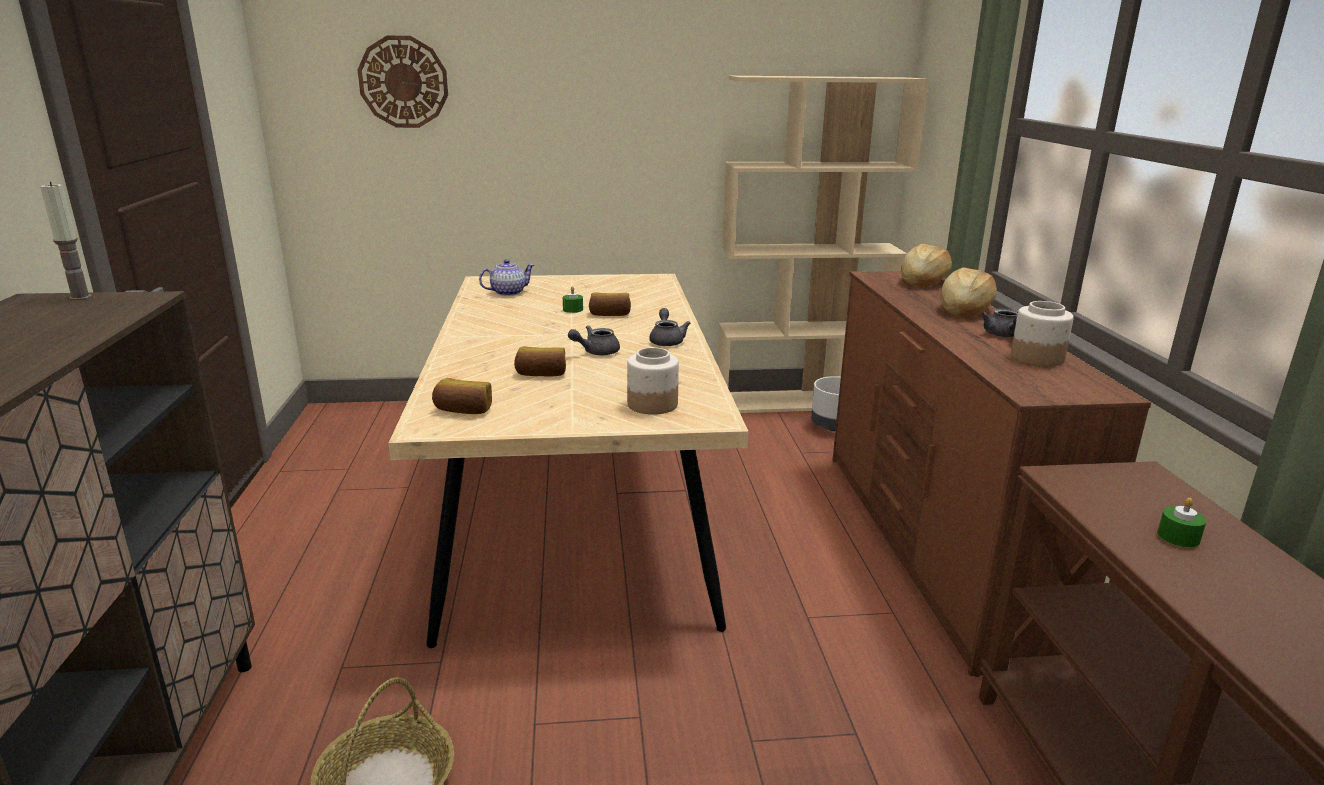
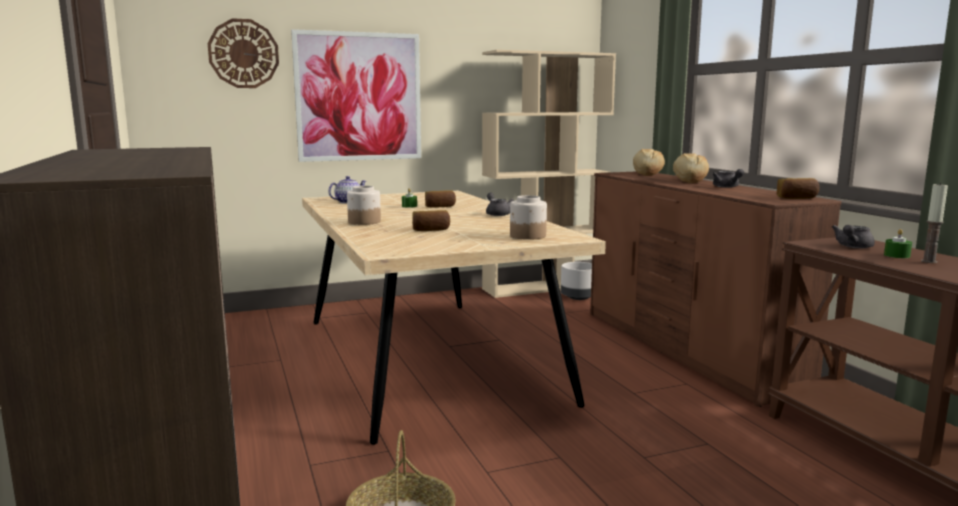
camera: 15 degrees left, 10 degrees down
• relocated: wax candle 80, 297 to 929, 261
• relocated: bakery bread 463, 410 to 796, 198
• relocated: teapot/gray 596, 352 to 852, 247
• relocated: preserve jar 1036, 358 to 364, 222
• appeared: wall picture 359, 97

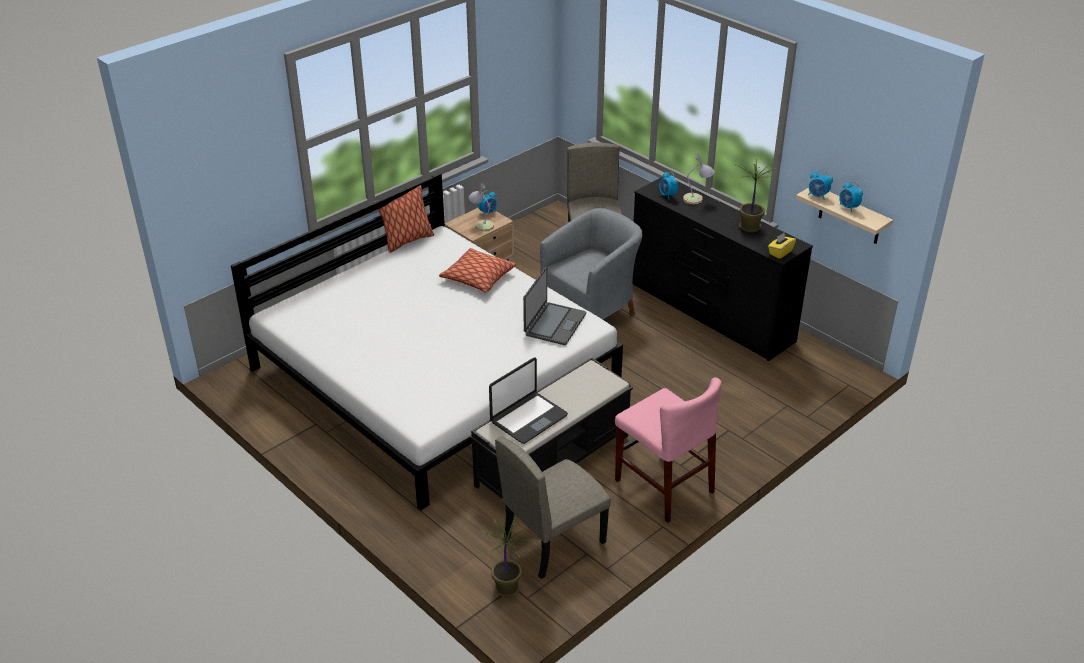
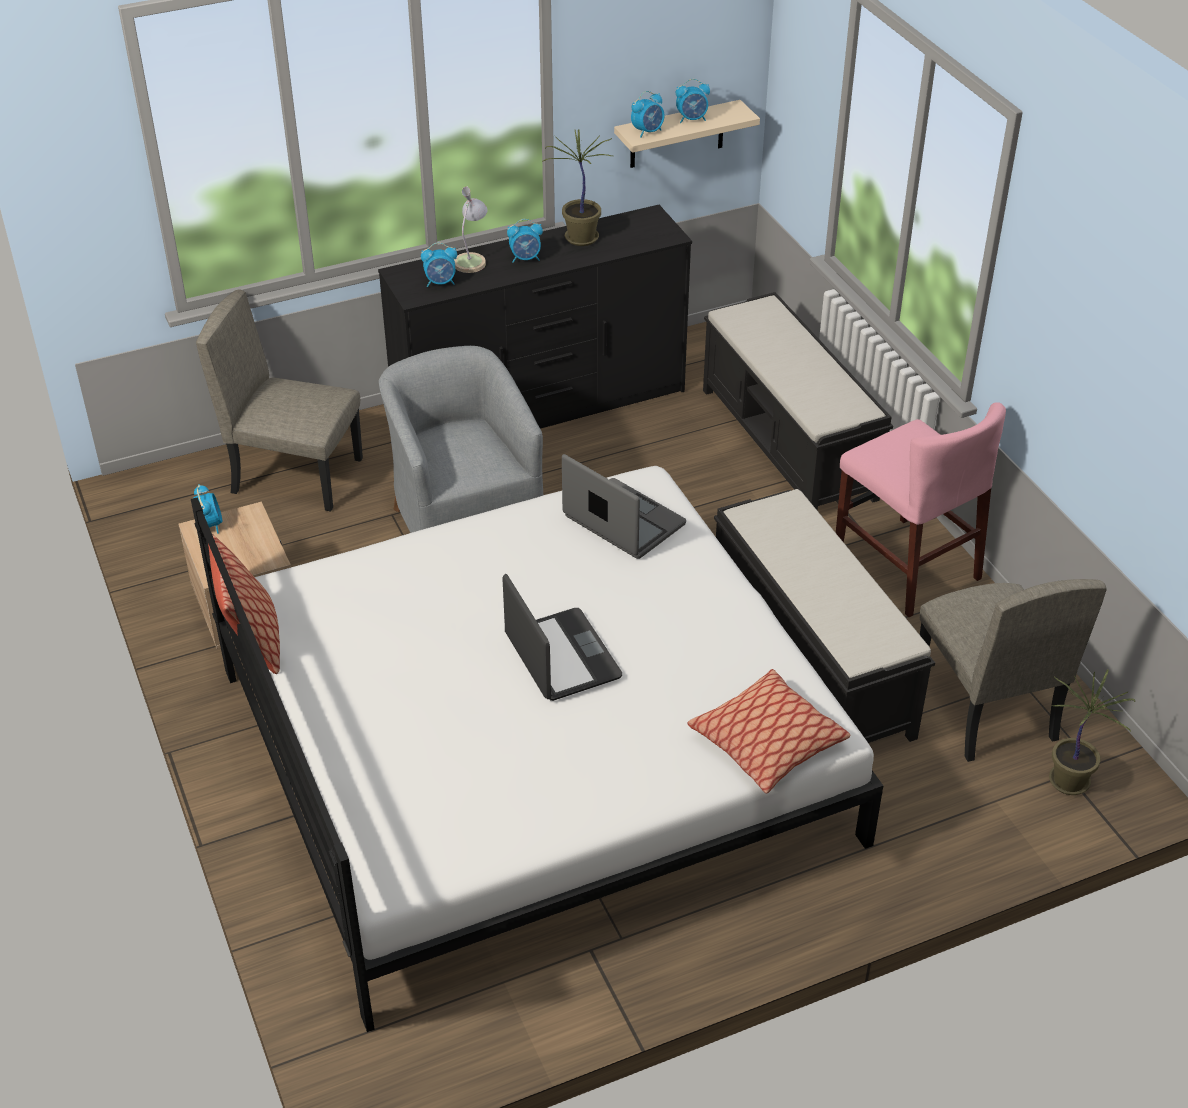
camera: 70 degrees left, 5 degrees up
• relocated: pillow 478, 277 to 767, 742
• missing: table lamp 481, 224
• relocated: portable computer 528, 418 to 561, 657
• spun: upright chair/pinkish 664, 486 = 906, 566 75 degrees clockwise
• missing: box of tissues/yellowish 780, 252
• appeared: table clock 525, 258
• appeared: bench/blackish 789, 444

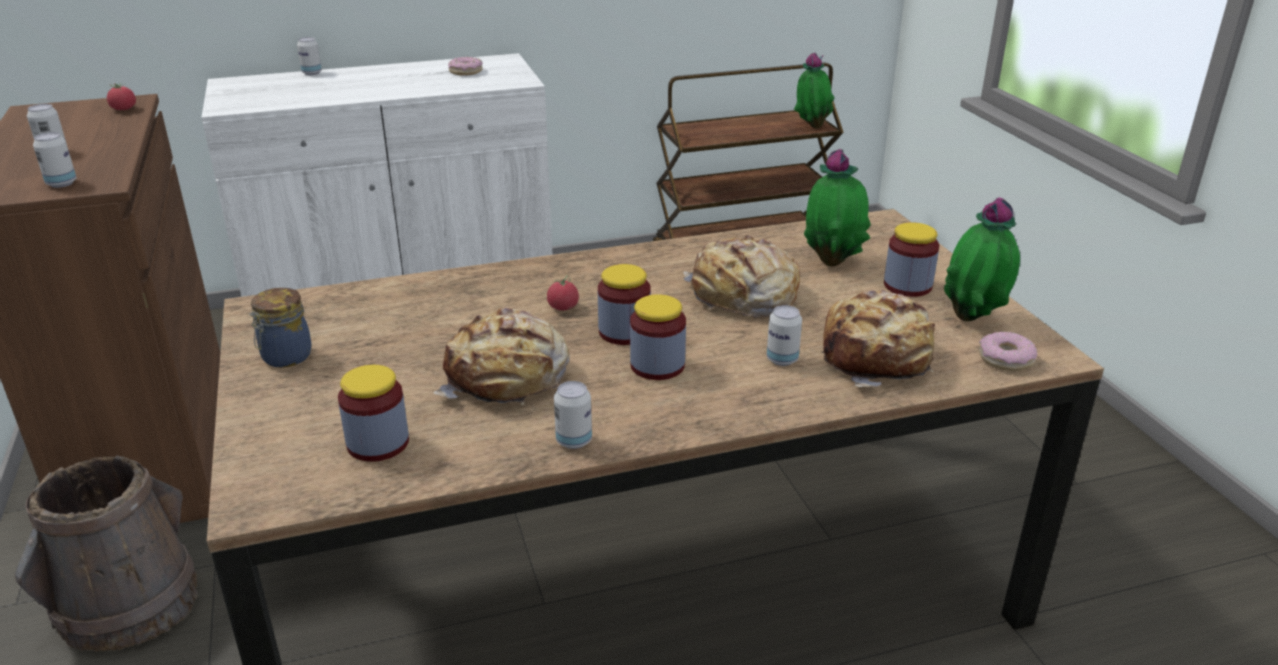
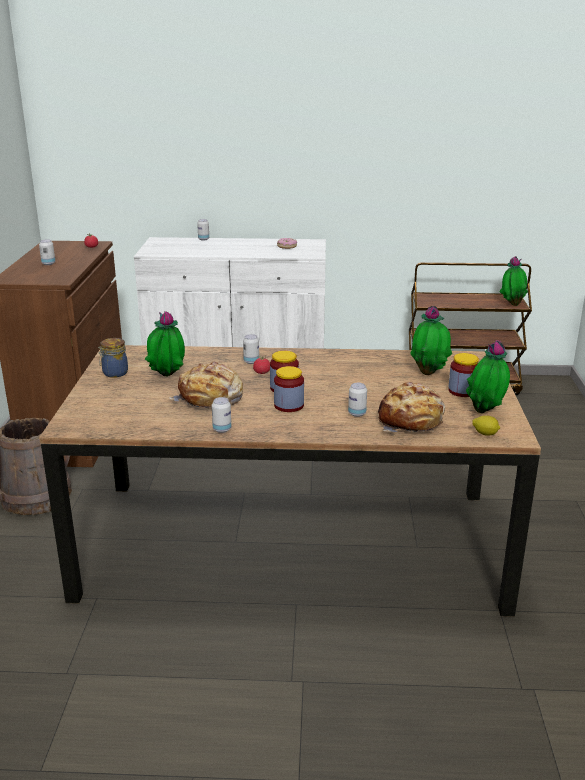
camera: 20 degrees right, 5 degrees down
• relocated: can 61, 183 to 251, 361
• missing: preserve jar 378, 443
• missing: bakery bread 743, 296
• exchanged: ring doughnut 1006, 359 to whole lemon 485, 434
• appeared: plant in a pot 167, 378

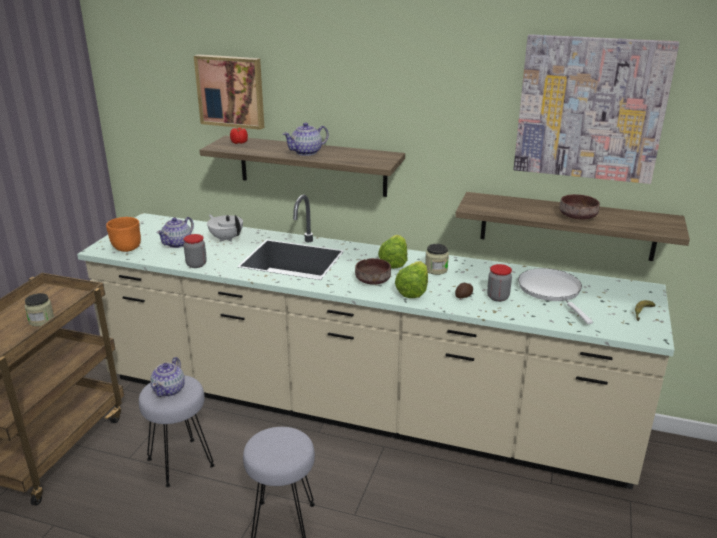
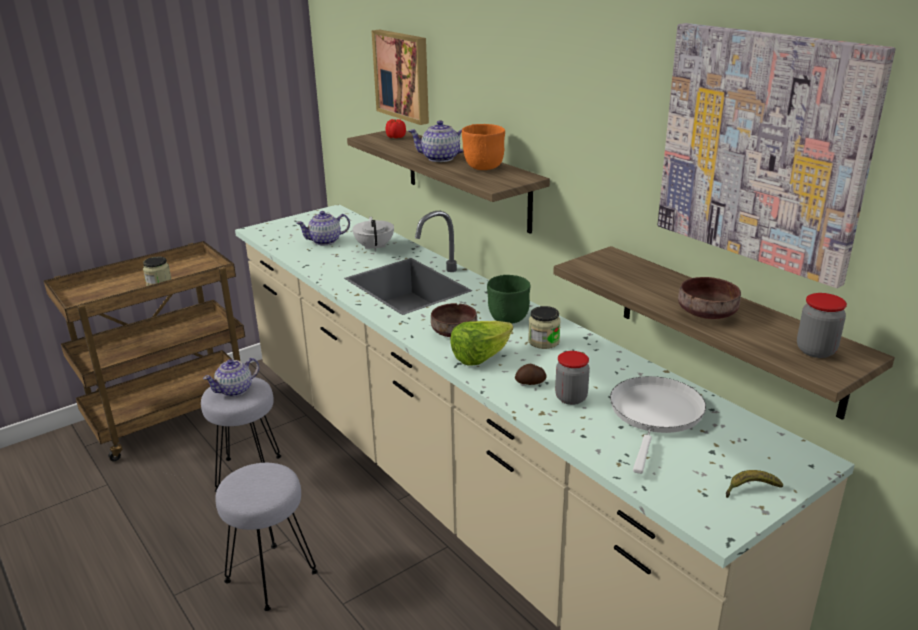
camera: 35 degrees right, 0 degrees up
• relocated: bowl/orangey 126, 248 to 482, 167
• relocated: preserve jar 196, 264 to 815, 350
• exchanged: lettuce head 394, 262 to bowl/green 507, 318

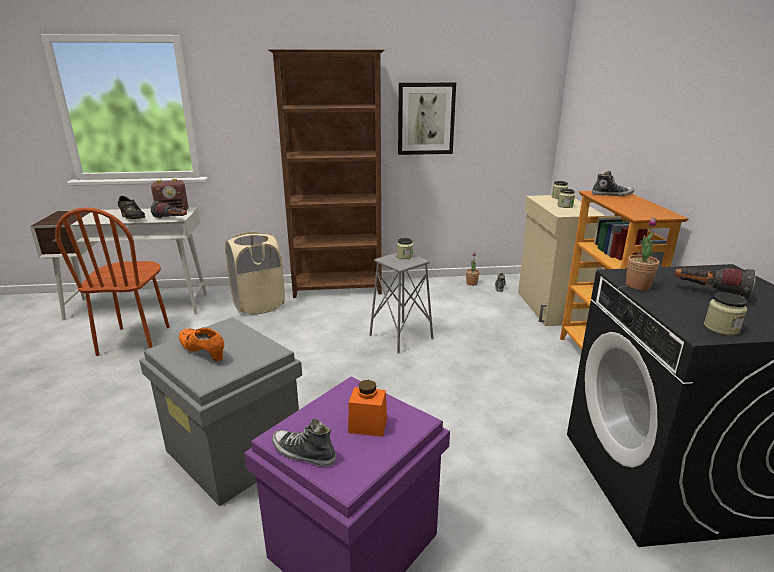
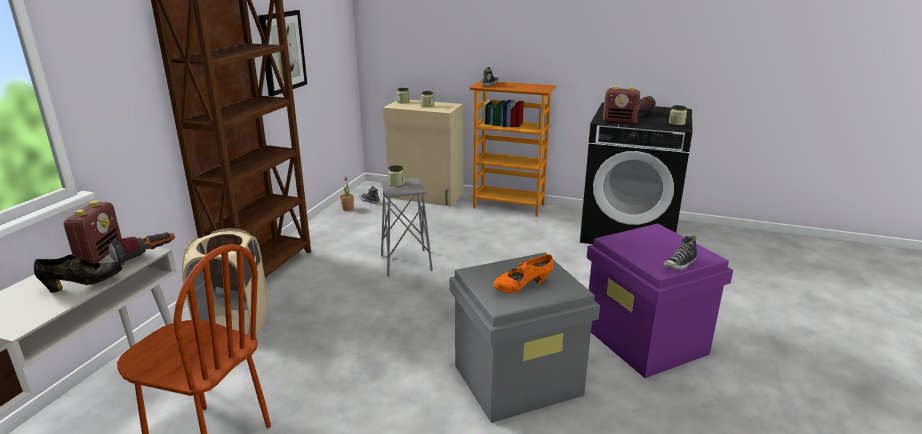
camera: 65 degrees left, 0 degrees up
• missing: preserve jar/orangey 368, 425
• exchanged: plant in a pot 638, 285 to radio set 620, 121

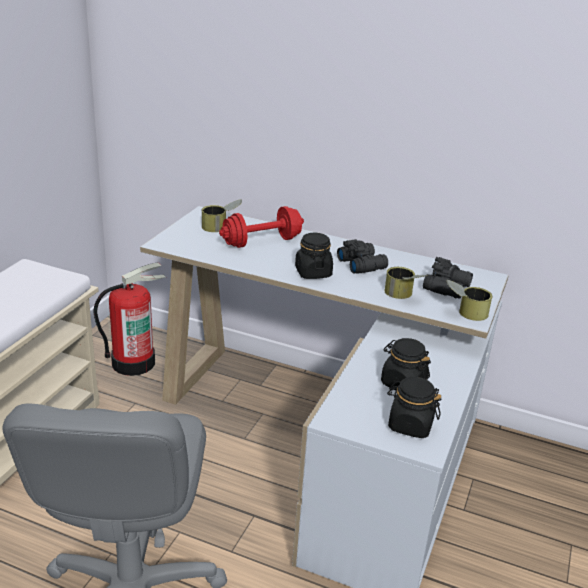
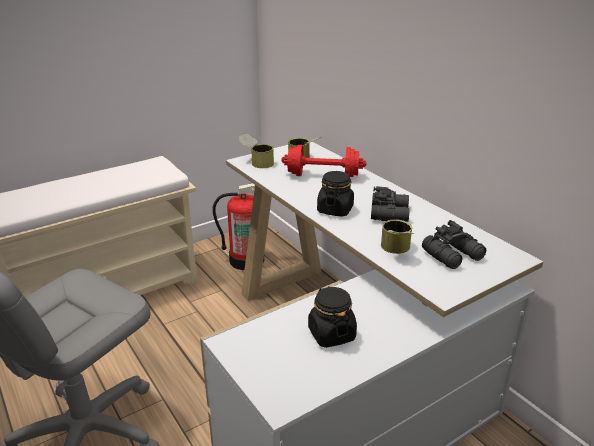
camera: 35 degrees right, 0 degrees up
• missing: preserve jar/blackish 410, 425
• relocated: can 464, 313 to 257, 162

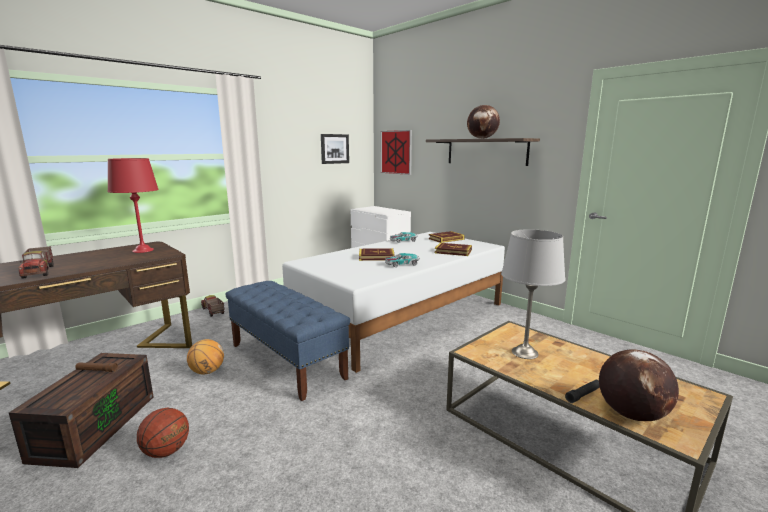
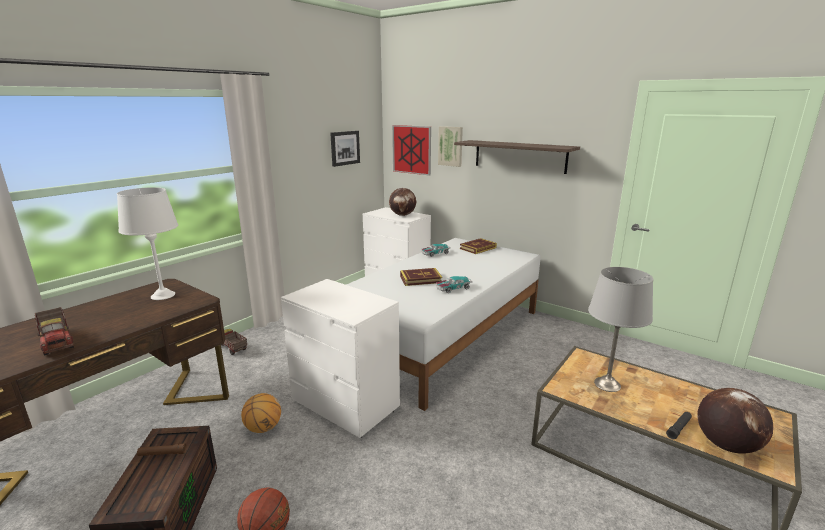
camera: 10 degrees left, 5 degrees up
• colour: table lamp/red-coloured 143, 250 to table lamp/white-coloured 163, 295
• exchanged: bench/blue-coloured 287, 361 to chest of drawers/white-coloured 345, 404
• missing: bound book 453, 251
• relocated: desk globe 482, 138 to 403, 215
• appeared: wall picture 451, 146

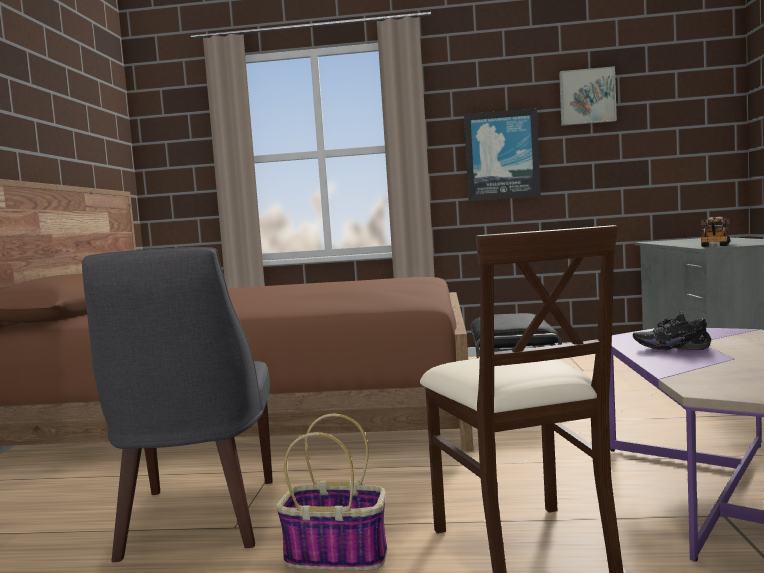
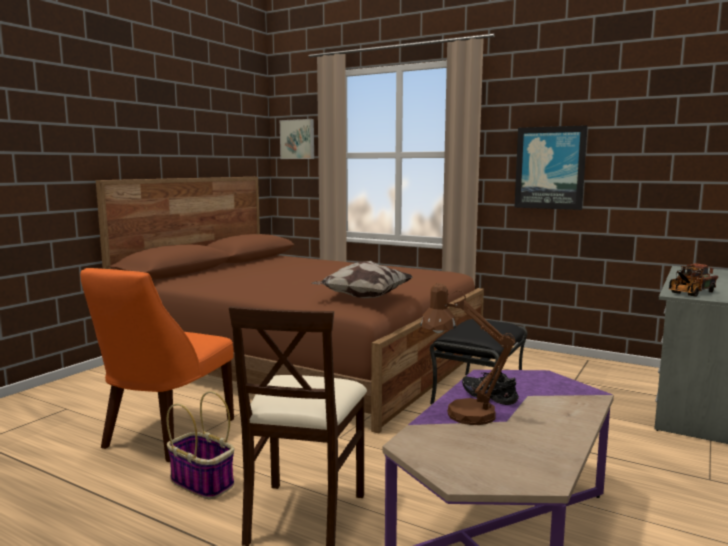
camera: 25 degrees right, 5 degrees up
• colour: upright chair/gray 197, 521 to upright chair/orangey 165, 435
• relocated: wall picture 587, 97 to 298, 139
• appeared: pillow 363, 298
• appeared: table lamp/brown 460, 413

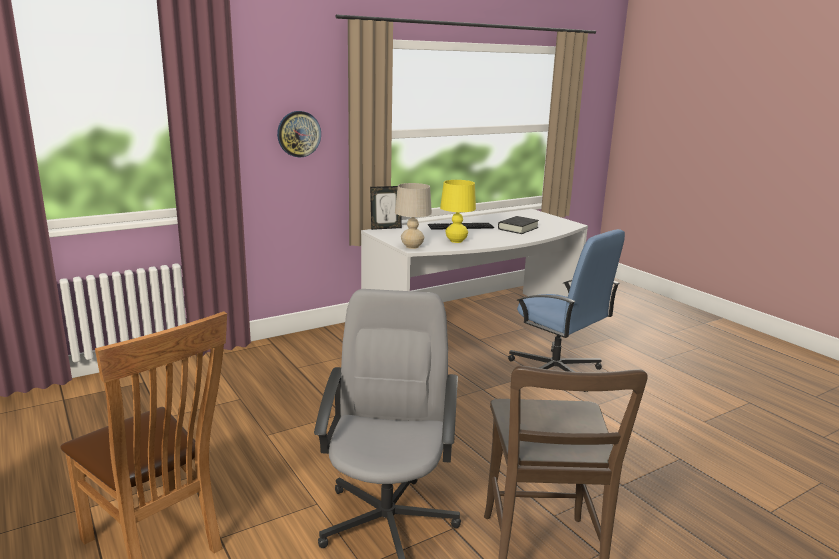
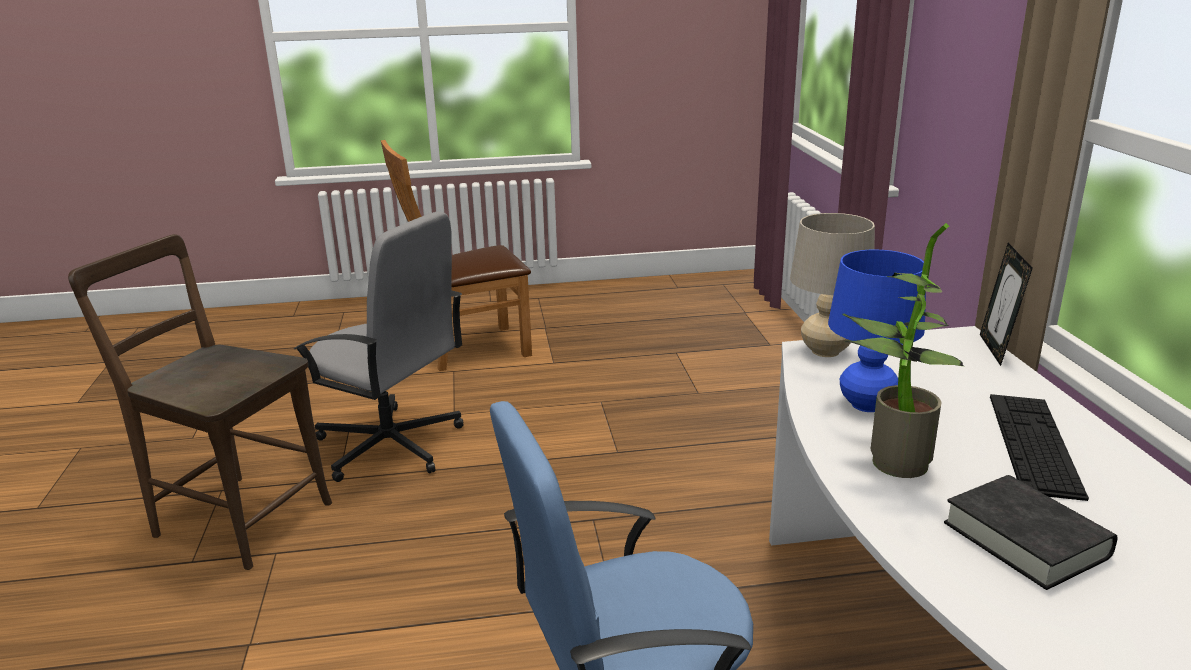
camera: 115 degrees right, 5 degrees up
• missing: wall clock 299, 134
• colour: table lamp/yellowish 456, 241 to table lamp/blue-coloured 866, 405
• appeared: plant in a pot 890, 462

